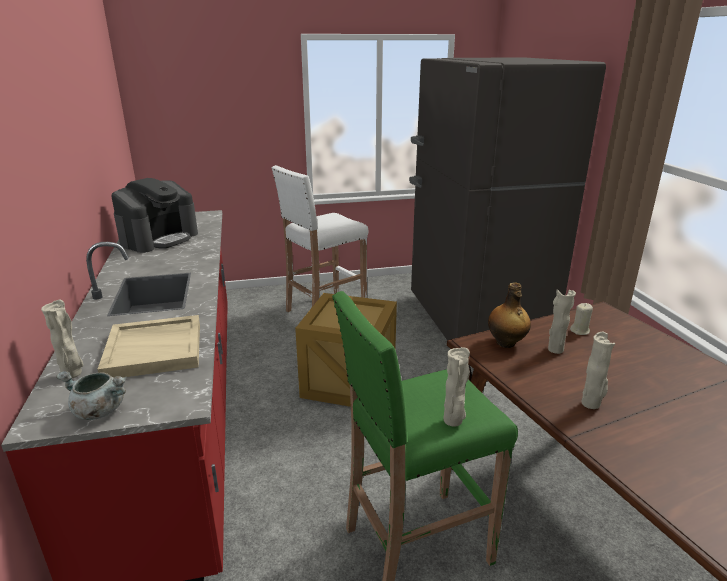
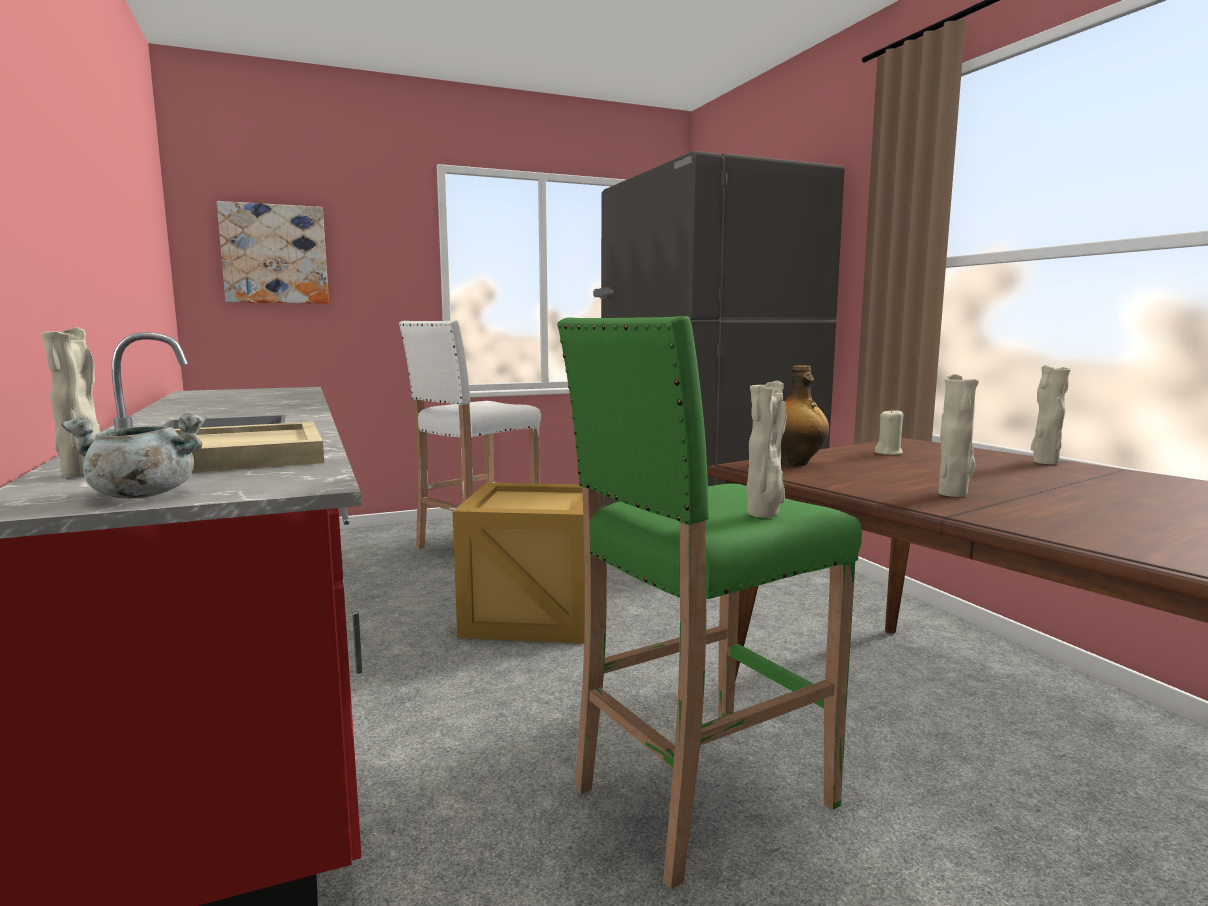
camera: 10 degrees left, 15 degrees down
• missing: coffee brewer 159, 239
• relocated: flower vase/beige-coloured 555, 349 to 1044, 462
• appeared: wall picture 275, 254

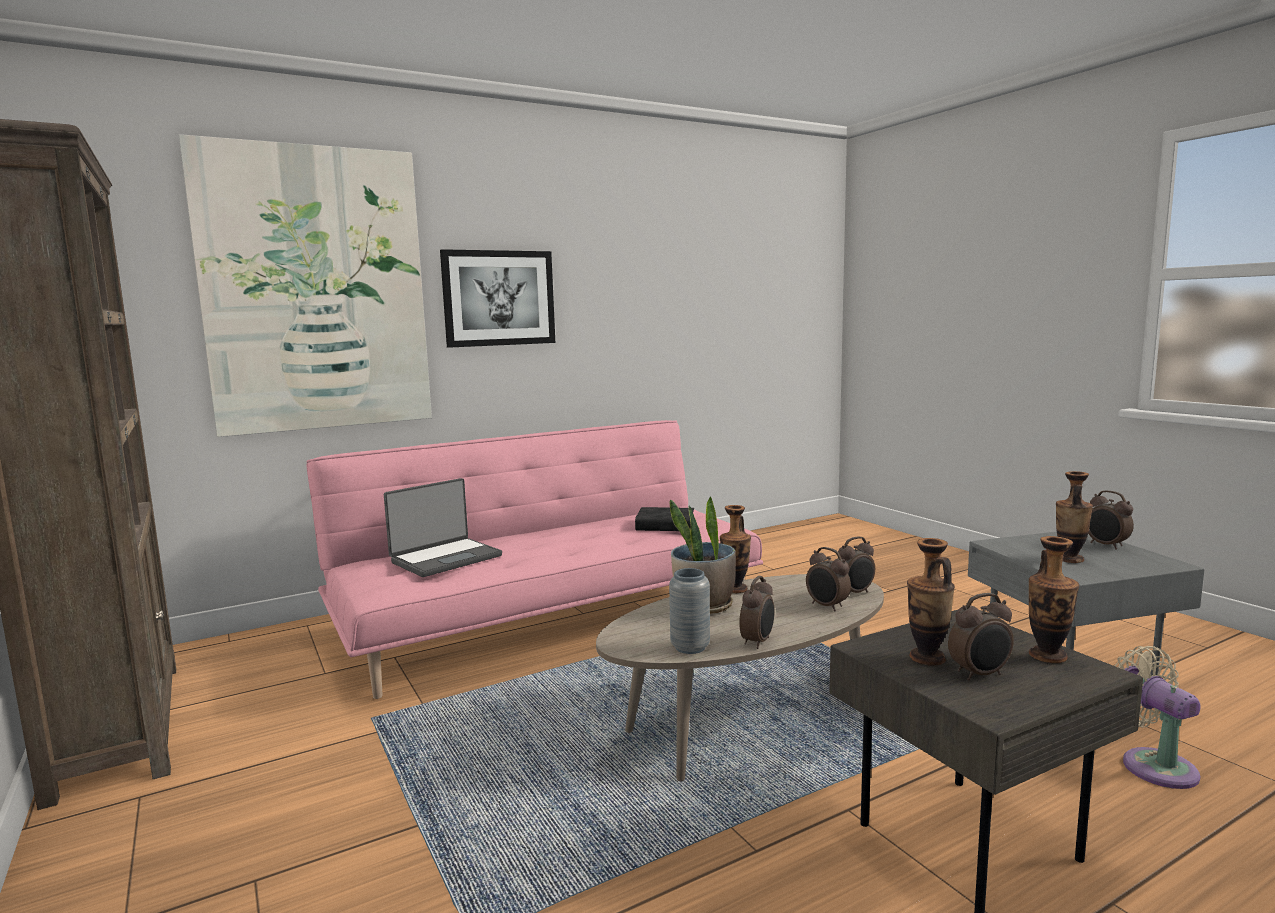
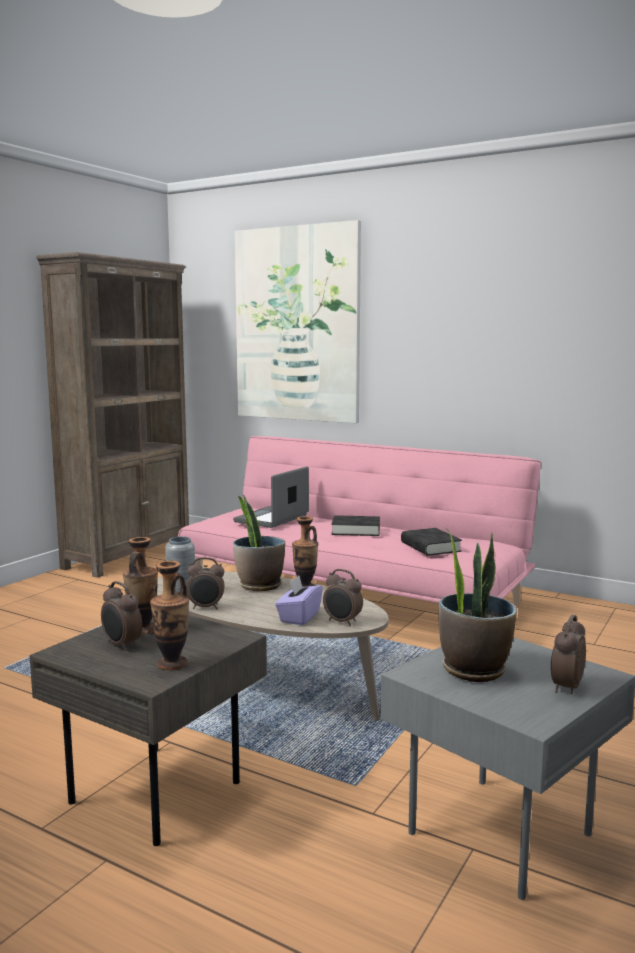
camera: 60 degrees right, 0 degrees up
• spun: portable computer 445, 558 = 272, 519 105 degrees clockwise
• missing: wall picture 499, 298
• exchanged: table clock 827, 606 to box of tissues/purple 299, 617
• exchanged: flower vase 1069, 559 to plant in a pot 473, 669
• missing: fan/beige-coloured 1153, 765
• appeared: bound book/blackish 356, 530

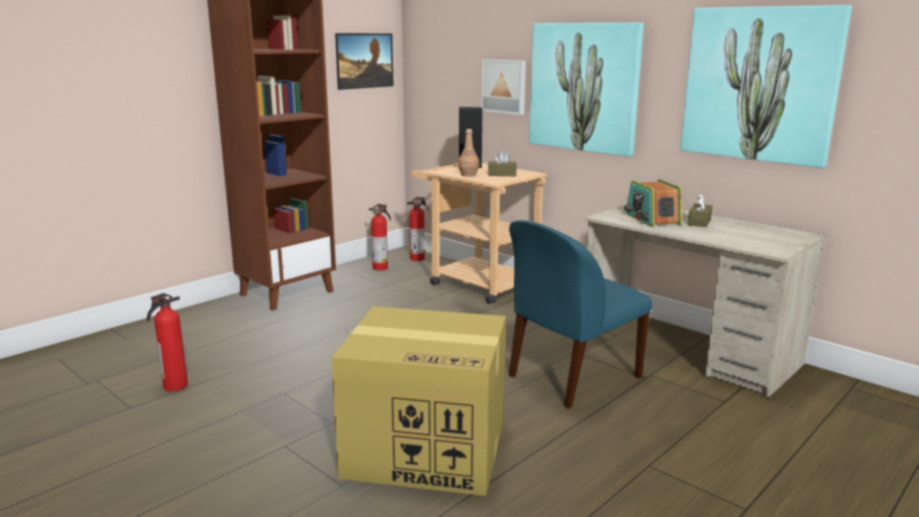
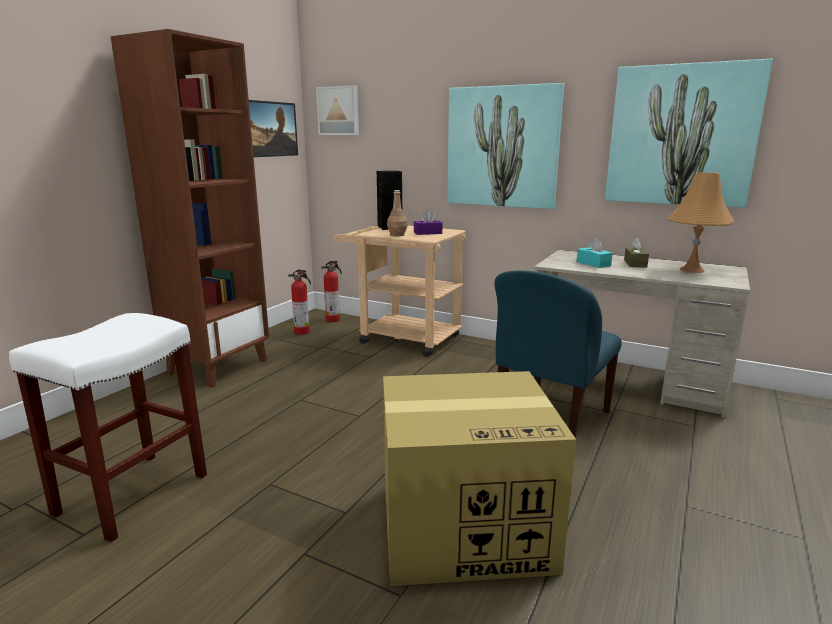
camera: 15 degrees left, 0 degrees up
• exchanged: extinguisher 174, 386 to stool seat/white-coloured 131, 495
• relocated: wall picture 504, 86 to 339, 111
• colour: box of tissues/brown 502, 174 to box of tissues/purple 427, 233
• exchanged: radio set 651, 219 to box of tissues/turquoise 593, 264
• appeared: table lamp/orangey 692, 270

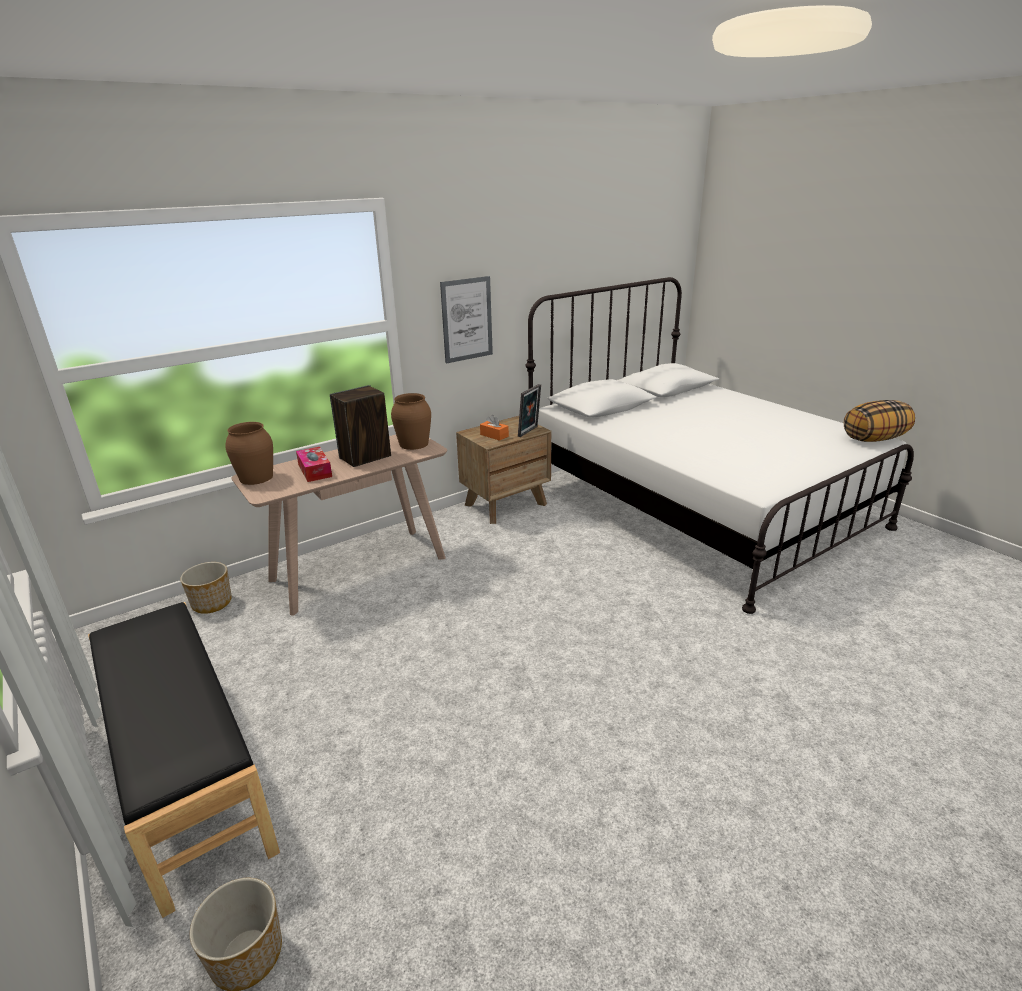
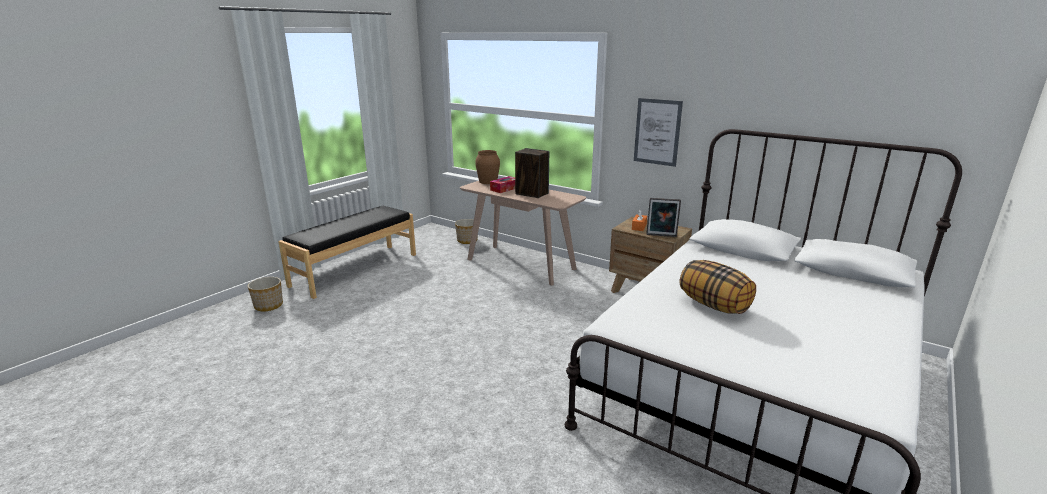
camera: 70 degrees right, 5 degrees down
• missing: flower vase/brown 413, 444
• relocated: pillow 874, 439 to 714, 305

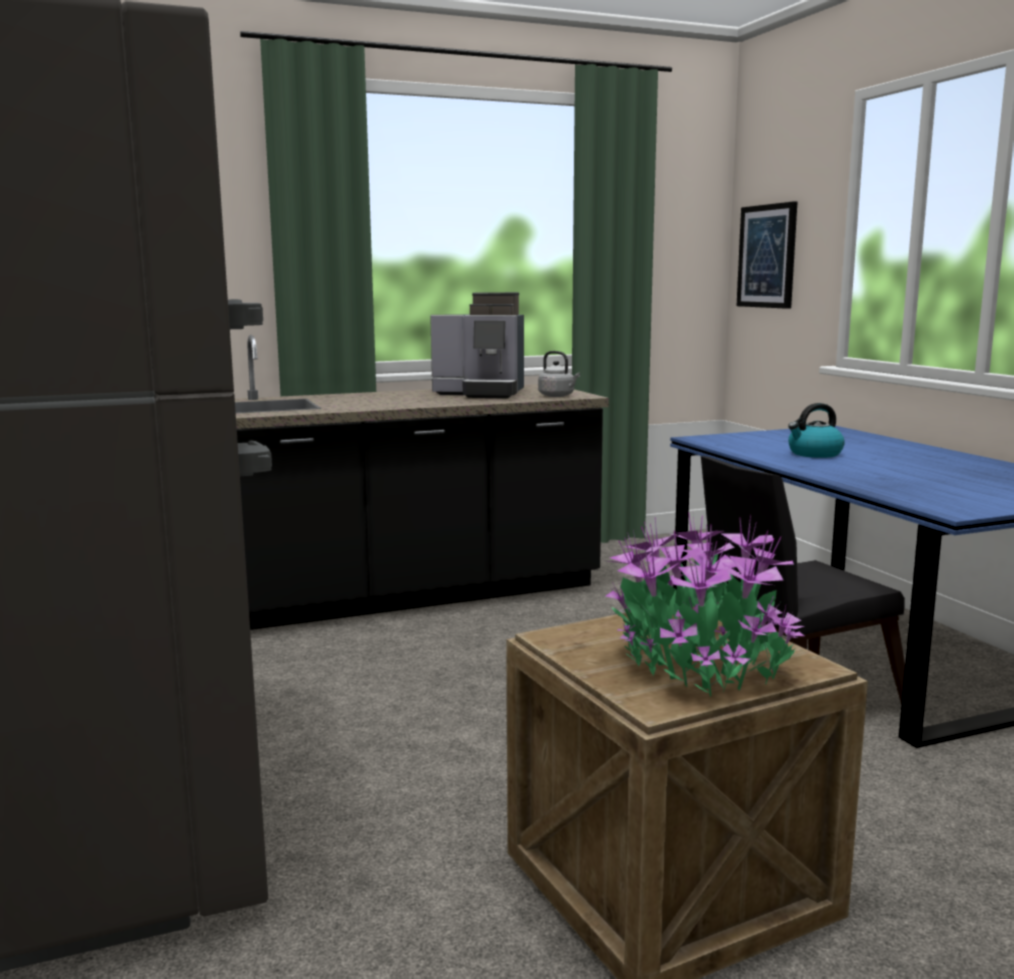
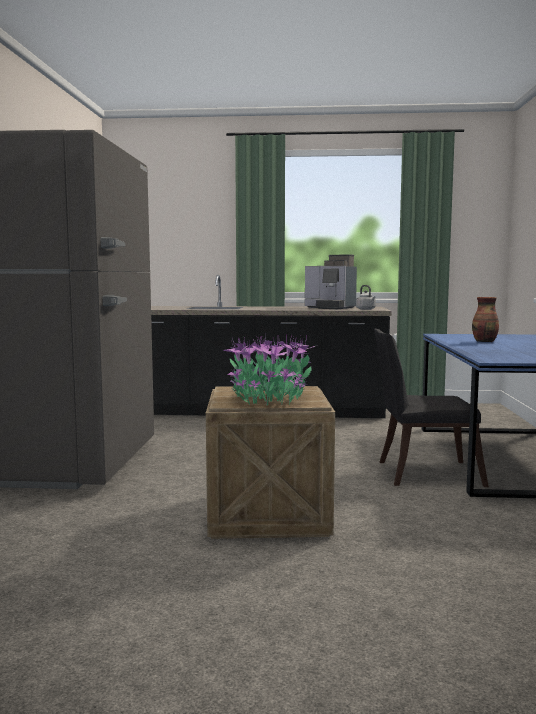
camera: 25 degrees right, 5 degrees down
• missing: wall picture 767, 256
• exchanged: kettle 814, 454 to flower vase 485, 341

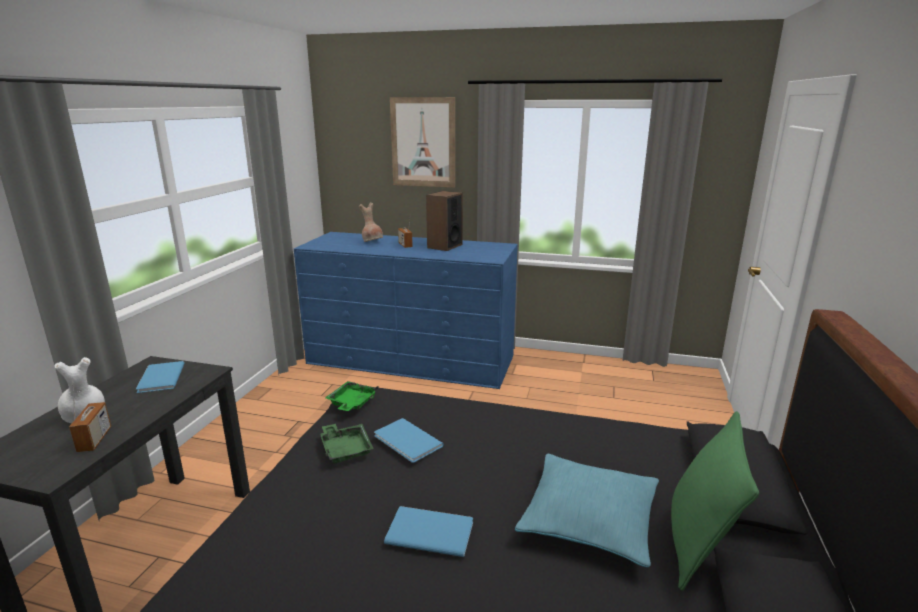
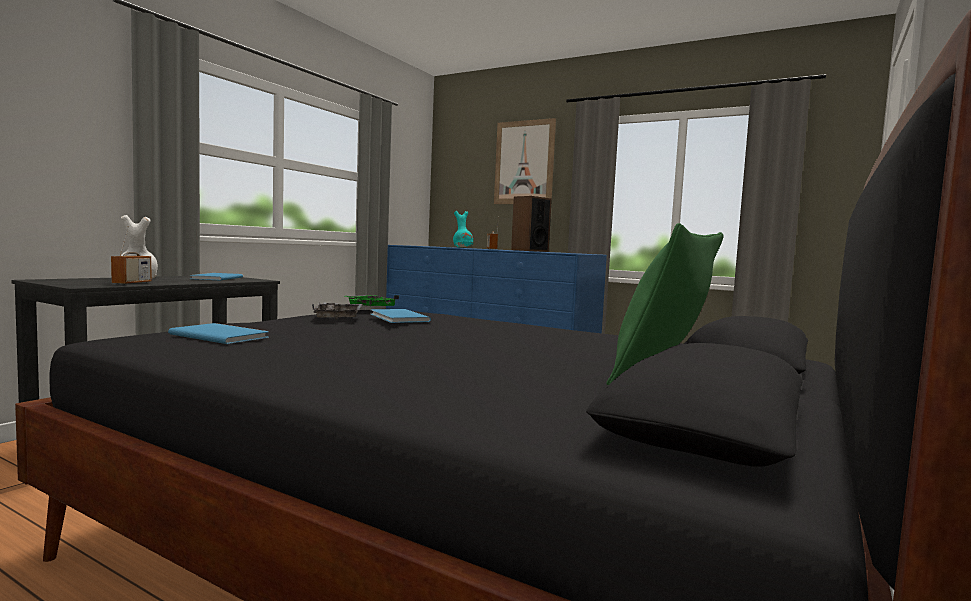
camera: 15 degrees right, 15 degrees down
• colour: serving tray/green 345, 449 to serving tray/gray 337, 317
• colour: flower vase/brown 372, 242 to flower vase/turquoise 463, 247
• relocated: bound book/blue-coloured 428, 531 to 220, 335
• missing: pillow/turquoise 589, 519

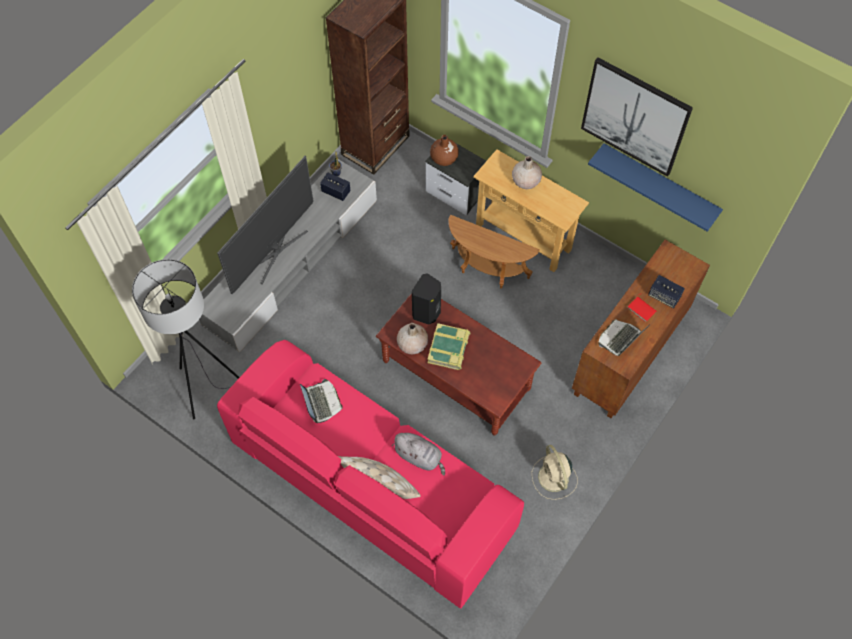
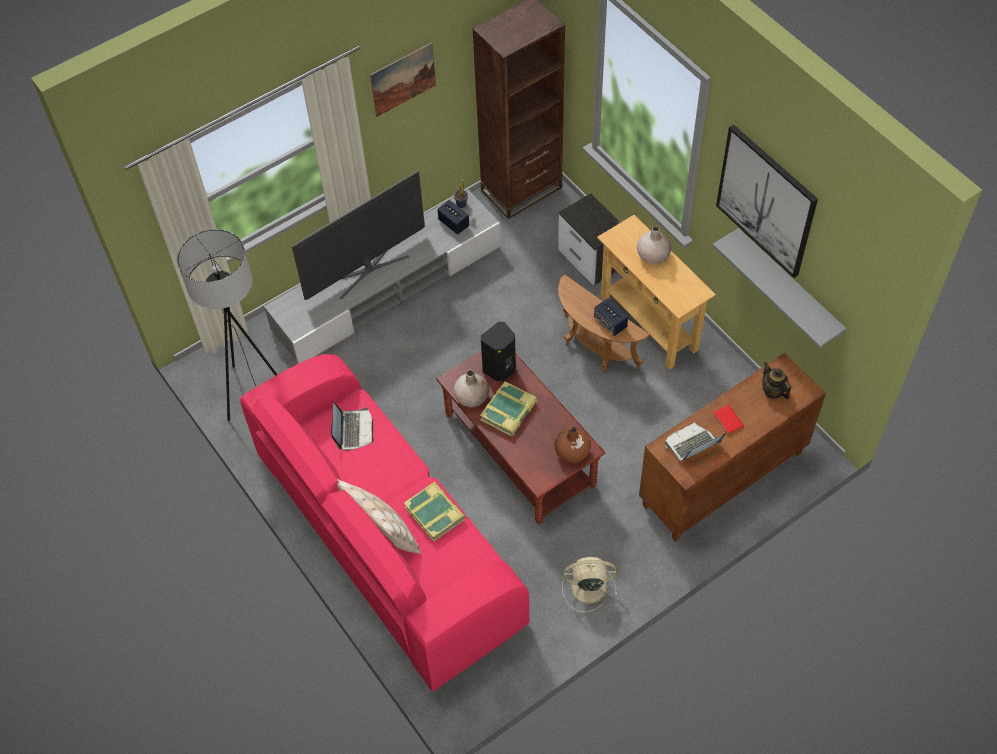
camera: 20 degrees right, 5 degrees down
• exchanged: plush toy/gray 420, 457 to bound book 435, 513
• relocated: flower vase/brown 444, 158 to 572, 452
• spun: fan/beige-coloured 554, 478 = 587, 587 90 degrees clockwise
• colour: wall shelf/blue-coloured 659, 184 to wall shelf/gray 788, 287
• relocated: loudspeaker 664, 296 to 610, 323
• appeared: wall picture 403, 79
• appeared: teapot 773, 391

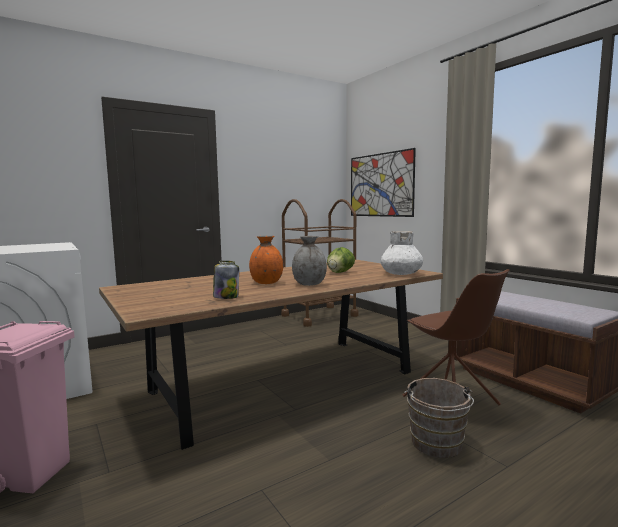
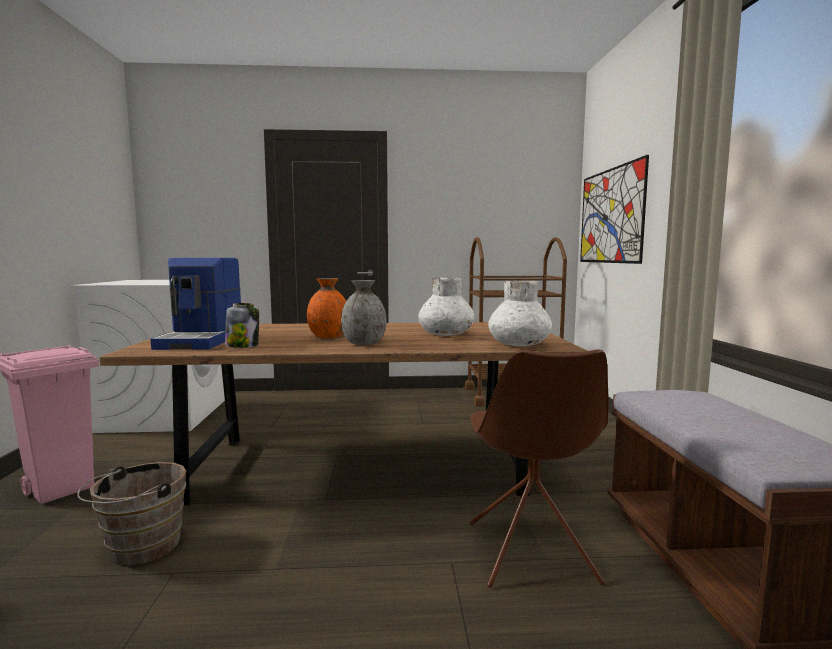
camera: 30 degrees right, 0 degrees up
• exchanged: lettuce head 340, 272 to flower vase/white-coloured 446, 334
• relocated: pail/brown 437, 446 to 139, 548
• appeared: coffee brewer 203, 340

